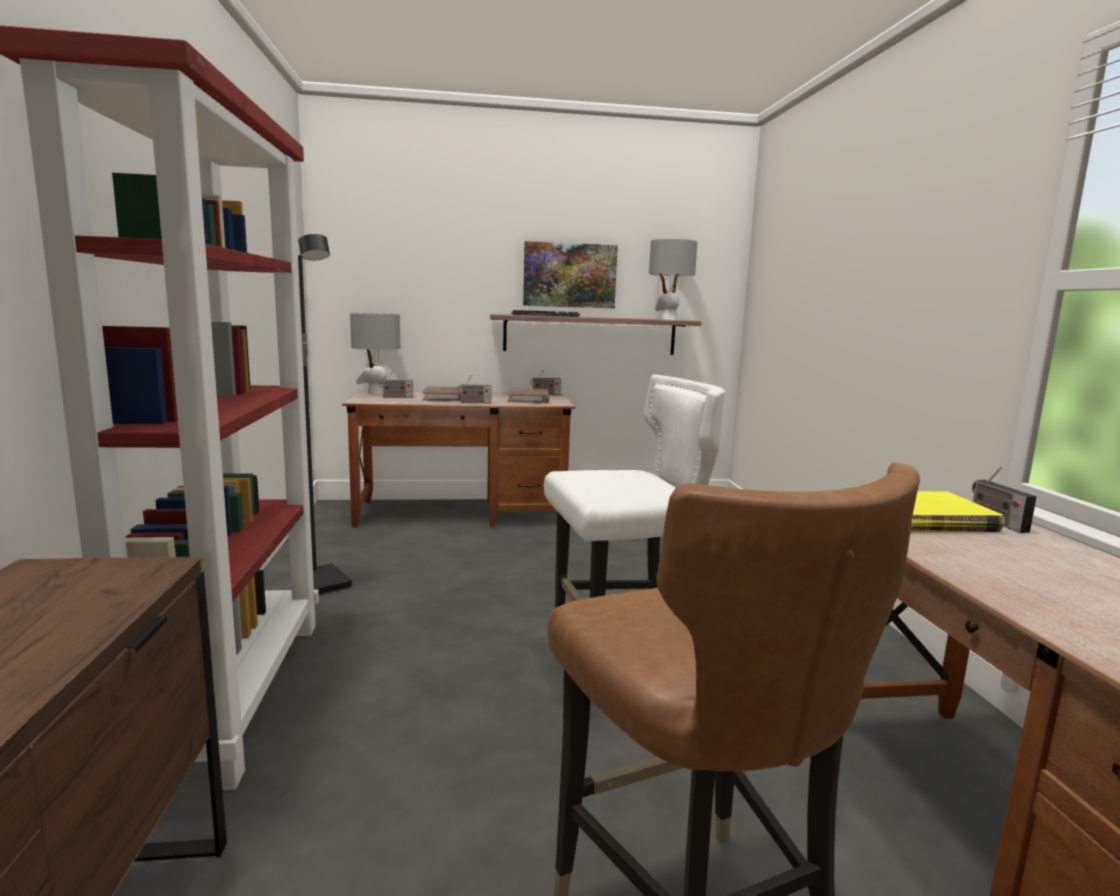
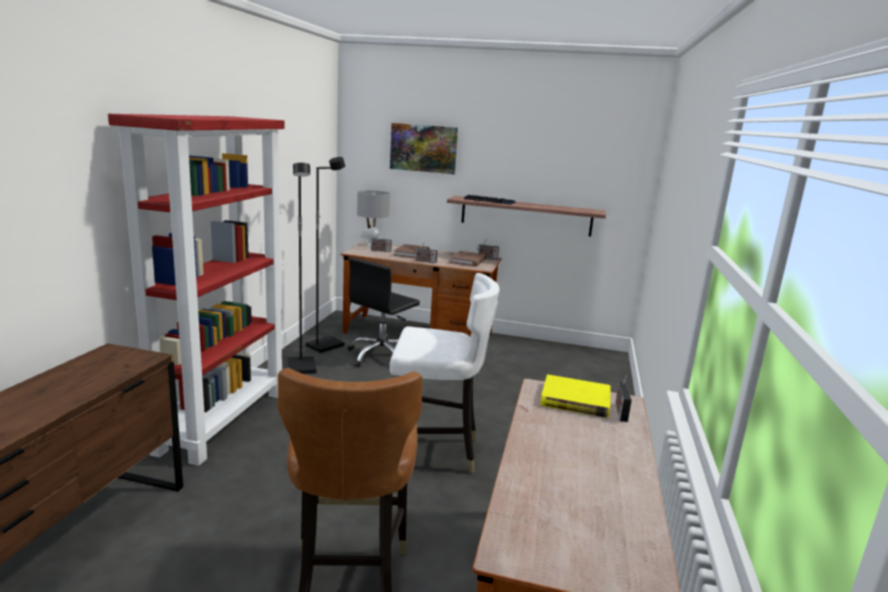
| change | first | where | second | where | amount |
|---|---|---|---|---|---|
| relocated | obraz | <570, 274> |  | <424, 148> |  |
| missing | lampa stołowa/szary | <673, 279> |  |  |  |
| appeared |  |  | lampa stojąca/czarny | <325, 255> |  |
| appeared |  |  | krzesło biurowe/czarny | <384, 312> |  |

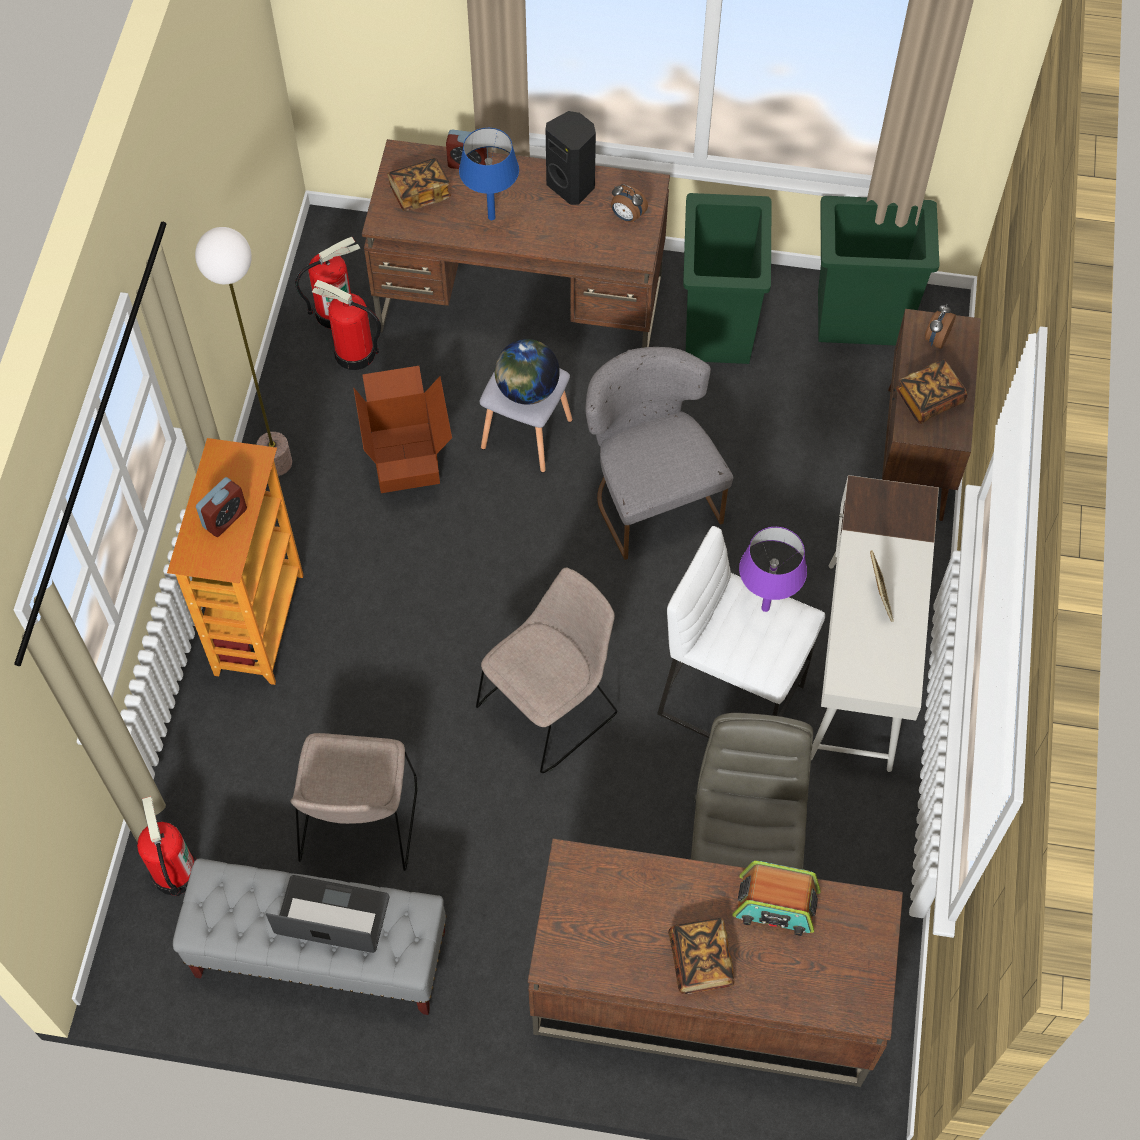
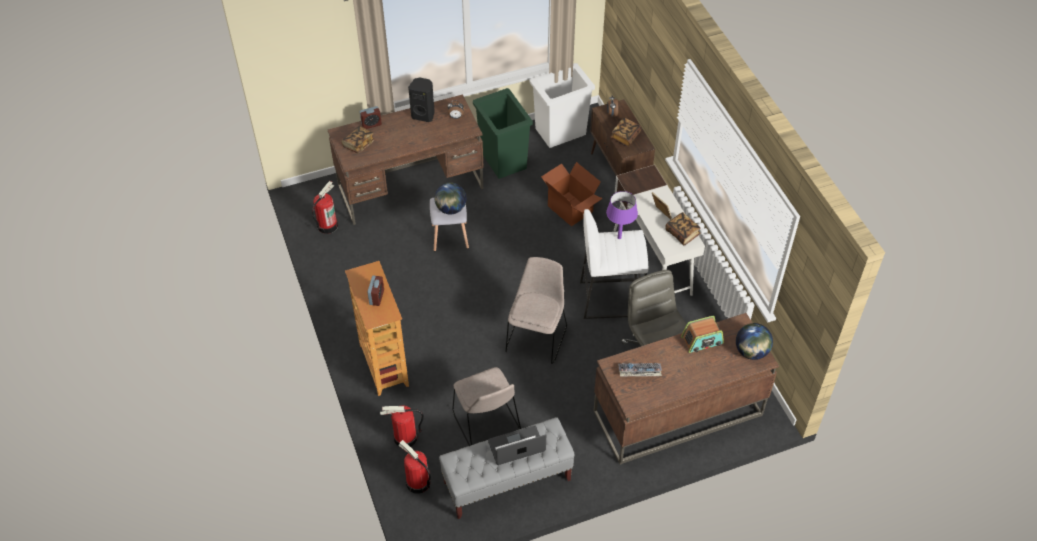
| change | first | where | second | where | amount |
|---|---|---|---|---|---|
| missing | lampa stojąca | <243, 351> |  |  |  |
| relocated | gaśnica | <346, 325> |  | <402, 426> |  |
| relocated | karton | <403, 429> |  | <572, 194> |  |
| missing | lampa stołowa/niebieski | <489, 174> |  |  |  |
| missing | krzesło/szary | <659, 453> |  |  |  |
| relocated | książka | <701, 956> |  | <683, 228> |  |
| colour | kosz na śmieci/zielony | <878, 271> | kosz na śmieci/biały | <562, 105> |  |
| appeared |  |  | klawiatura | <640, 370> |  |
| appeared |  |  | globus | <754, 341> |  |

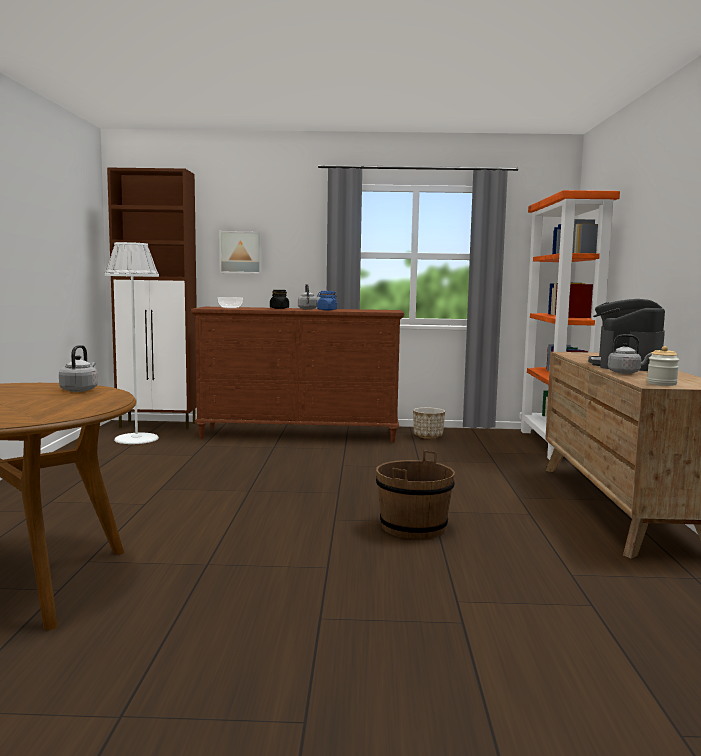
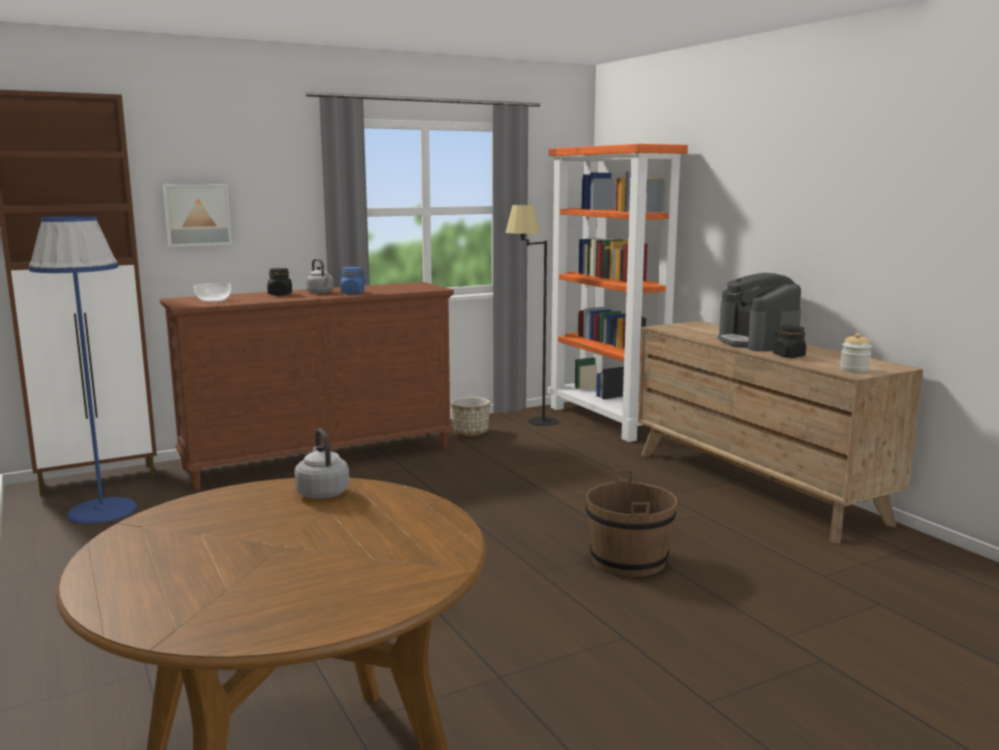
| change | first | where | second | where | amount |
|---|---|---|---|---|---|
| colour | lampa stojąca/biały | <132, 343> | lampa stojąca/niebieski | <83, 370> |  |
| exchanged | czajnik/szary | <630, 354> | słoik/czarny | <789, 341> |  |
| appeared |  |  | lampa stojąca/czarny | <532, 315> |  |

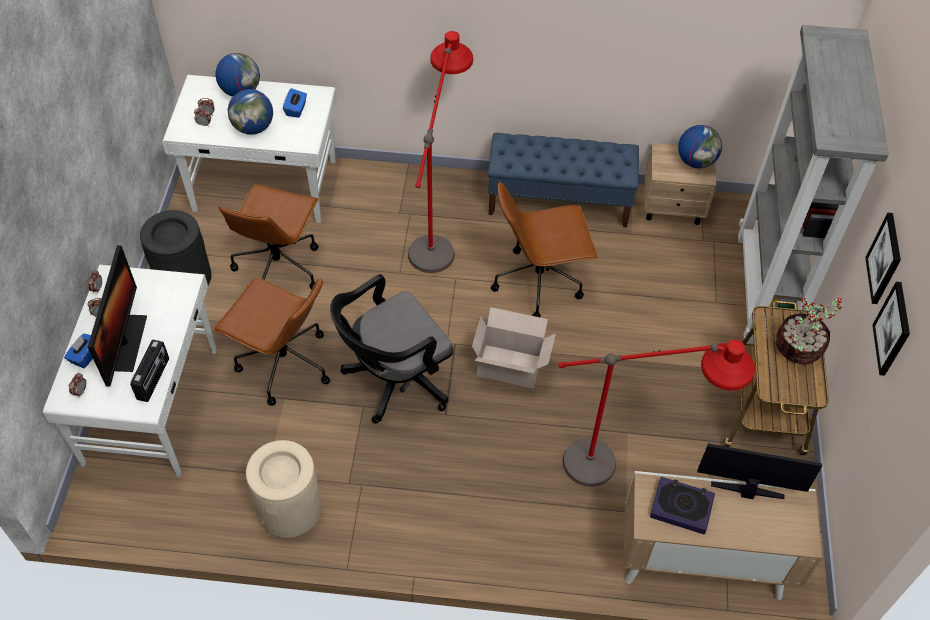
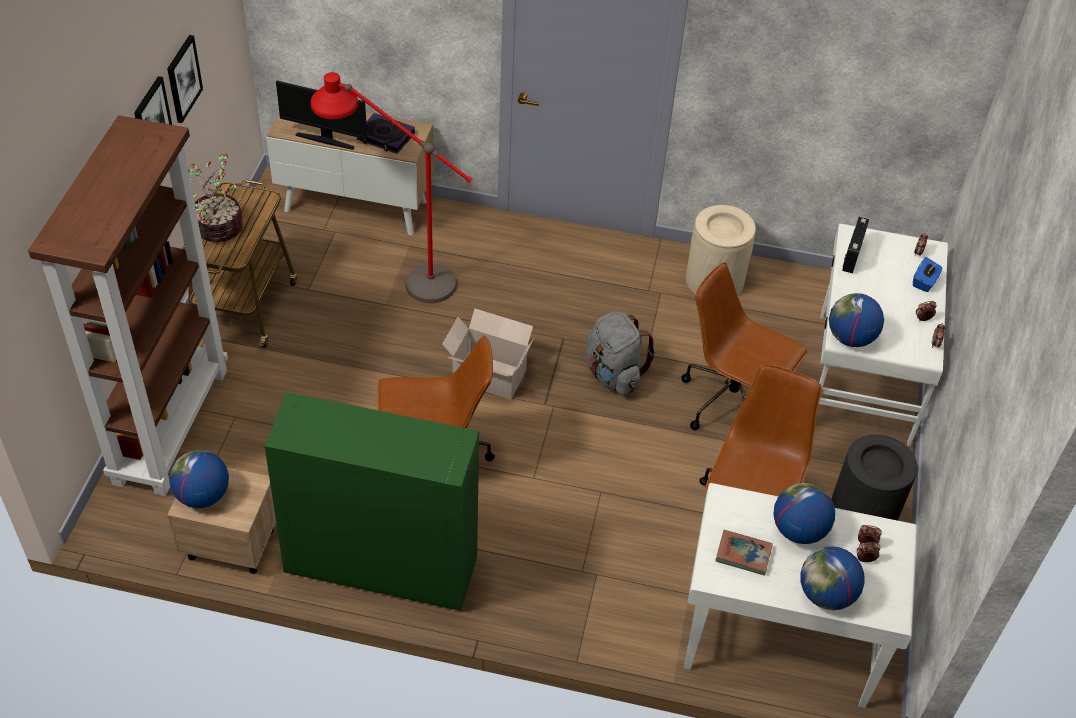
| change | first | where | second | where | amount |
|---|---|---|---|---|---|
| missing | monitor | <117, 316> |  |  |  |
| exchanged | pudełko chusteczek/niebieski | <295, 103> | książka | <744, 553> |  |
| exchanged | krzesło biurowe/czarny | <391, 349> | plecak/szary | <621, 354> |  |
| missing | lampa stojąca/czerwony | <440, 152> |  |  |  |
| exchanged | ławka/niebieski | <563, 180> | szafka/zielony | <372, 501> |  |
| colour | regał/szary | <813, 184> | regał/brązowy | <128, 305> |  |
| appeared |  |  | globus | <856, 320> |  |

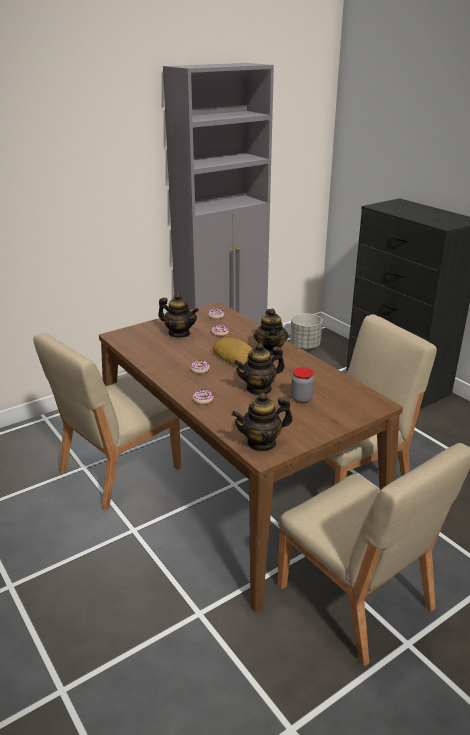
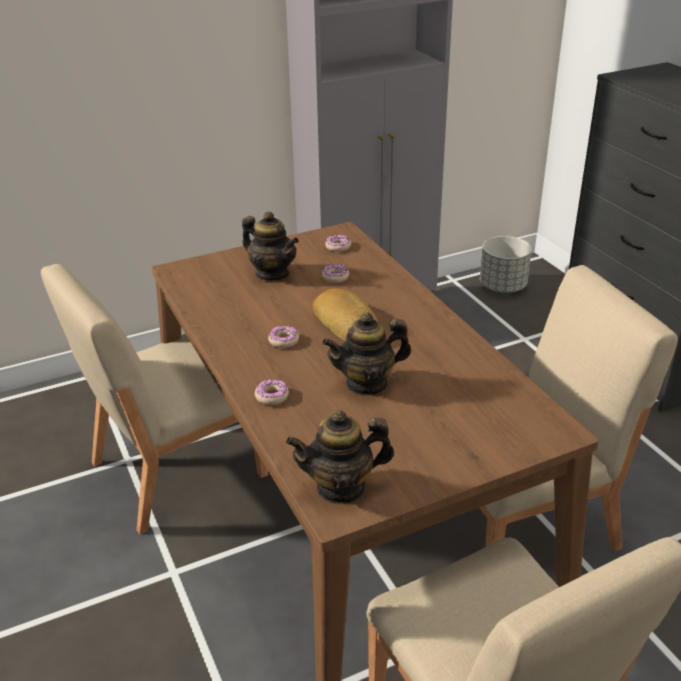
| change | first | where | second | where | amount |
|---|---|---|---|---|---|
| missing | imbryk | <271, 332> |  |  |  |
| missing | słoik | <302, 385> |  |  |  |

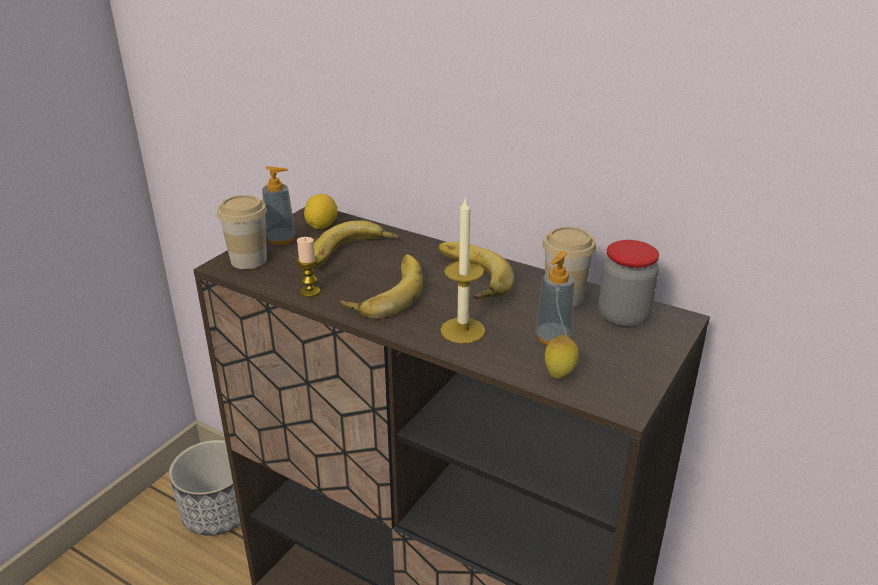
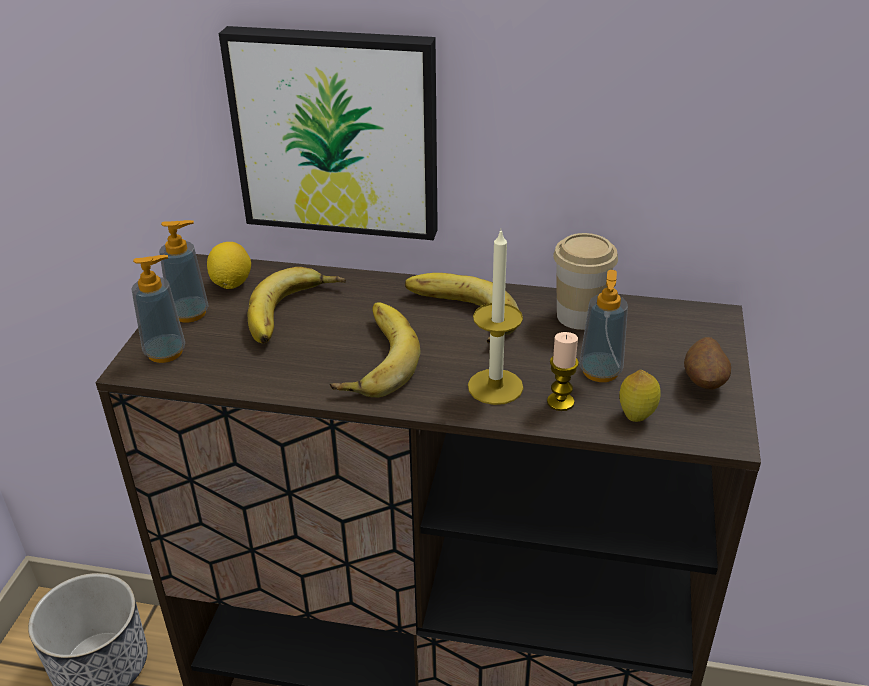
| change | first | where | second | where | amount |
|---|---|---|---|---|---|
| exchanged | filiżanka | <242, 232> | dozownik mydła | <158, 309> |  |
| relocated | świeca | <308, 267> |  | <563, 371> |  |
| missing | słoik | <629, 284> |  |  |  |
| appeared |  |  | obraz | <328, 133> |  |
| appeared |  |  | ziemniak | <707, 363> |  |

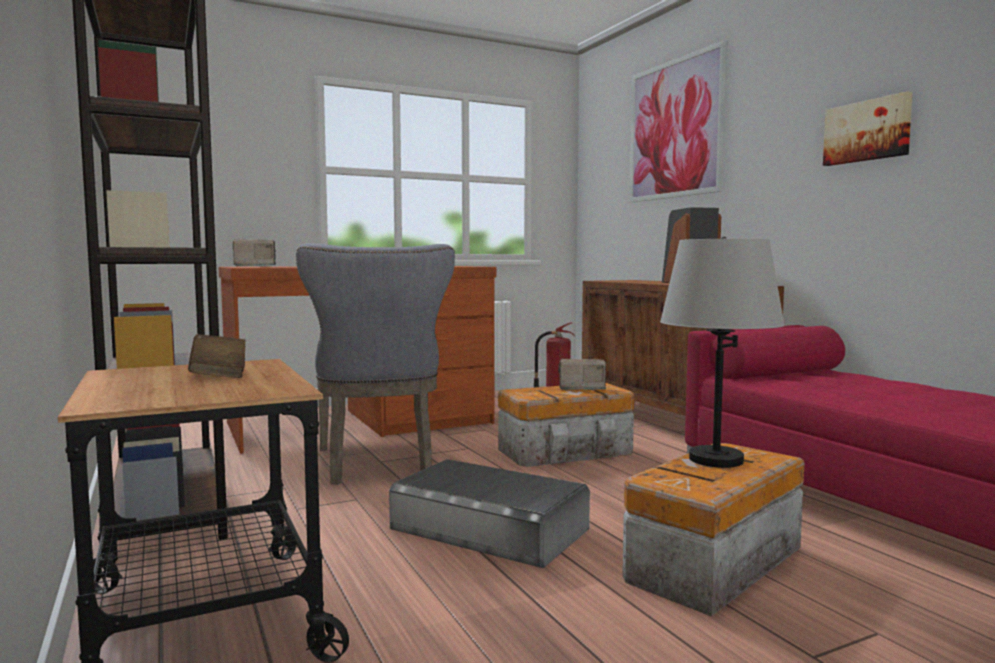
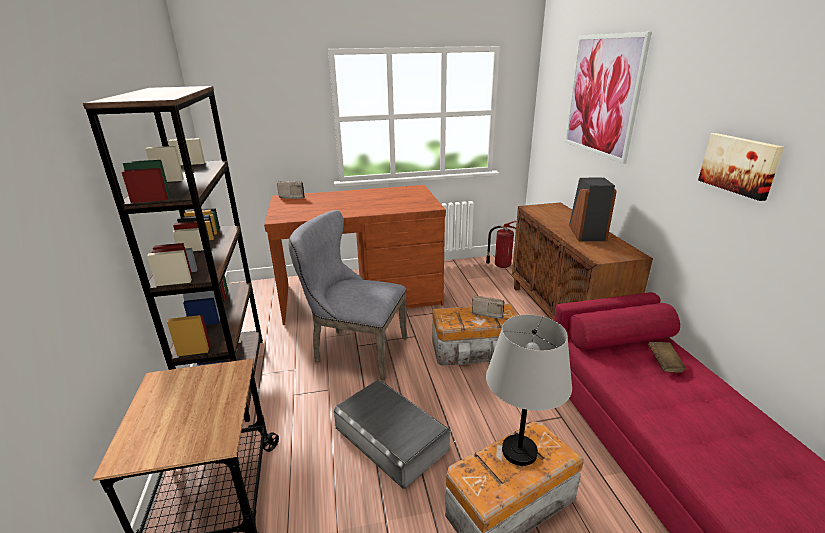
| change | first | where | second | where | amount |
|---|---|---|---|---|---|
| relocated | książka/brązowy | <216, 356> |  | <667, 357> |  |
| spun | krzesło/szary | <375, 364> |  | <348, 295> | 105 degrees clockwise |

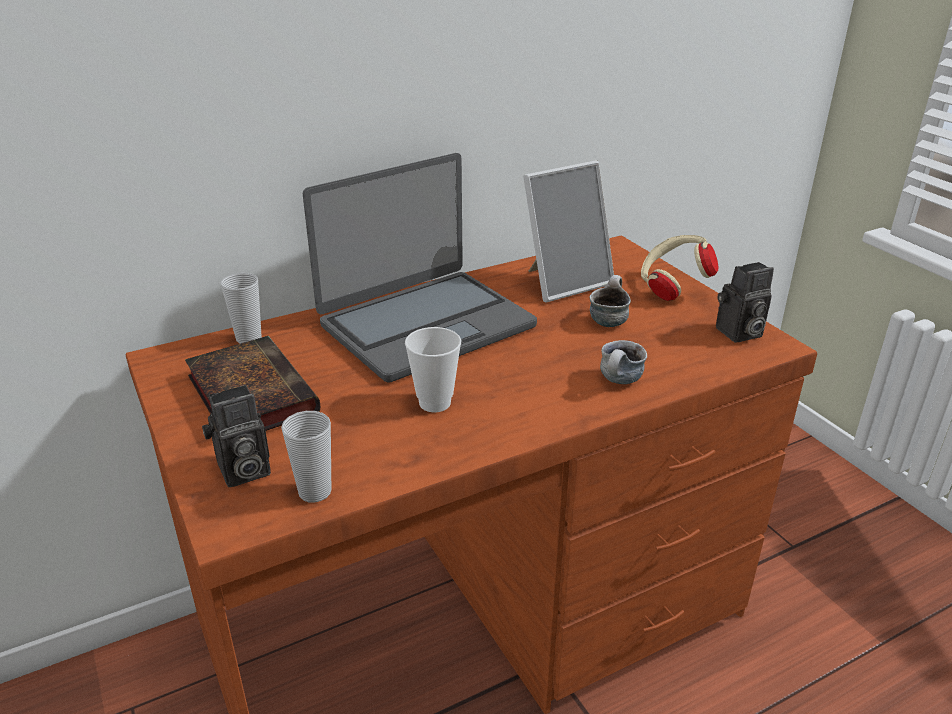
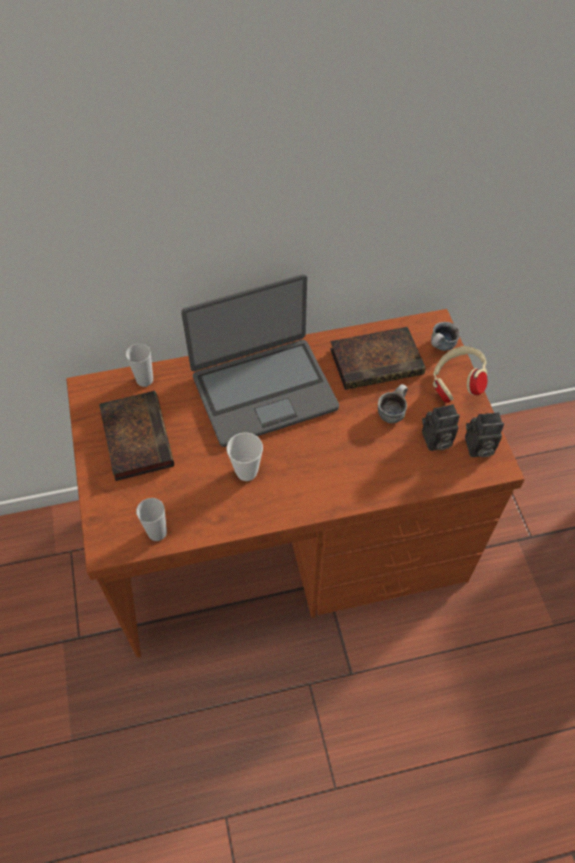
| change | first | where | second | where | amount |
|---|---|---|---|---|---|
| relocated | aparat fotograficzny | <236, 436> |  | <441, 427> |  |
| exchanged | ramka na zdjęcie | <568, 231> | książka | <377, 358> |  |
| relocated | kubek | <623, 362> |  | <445, 336> |  |

